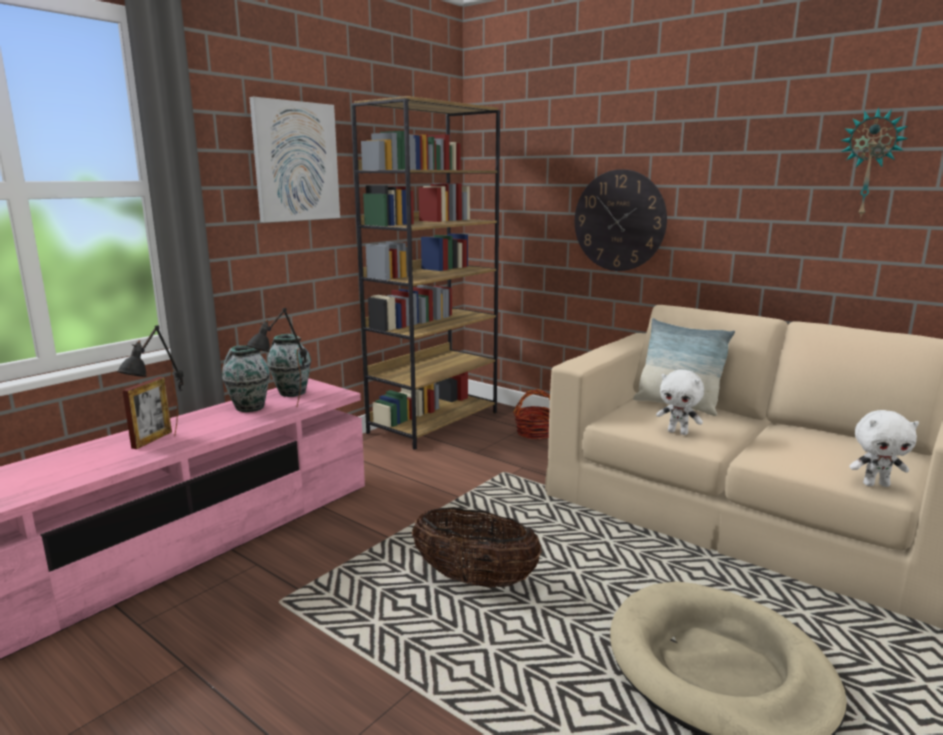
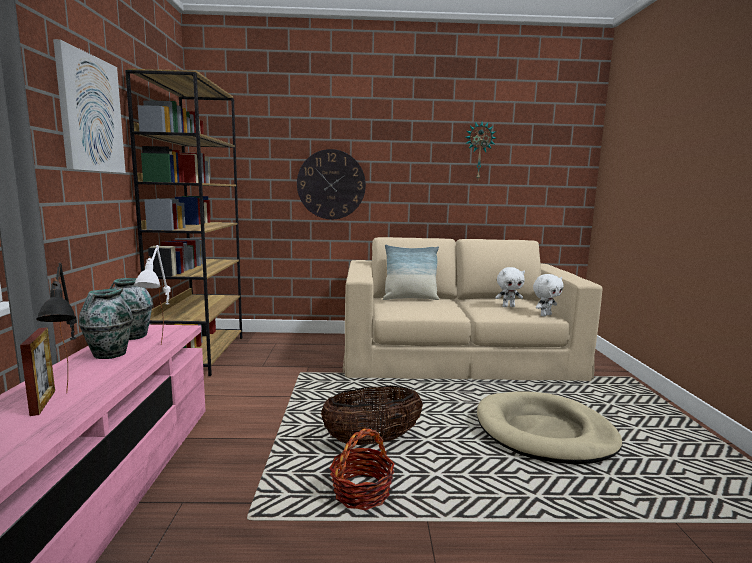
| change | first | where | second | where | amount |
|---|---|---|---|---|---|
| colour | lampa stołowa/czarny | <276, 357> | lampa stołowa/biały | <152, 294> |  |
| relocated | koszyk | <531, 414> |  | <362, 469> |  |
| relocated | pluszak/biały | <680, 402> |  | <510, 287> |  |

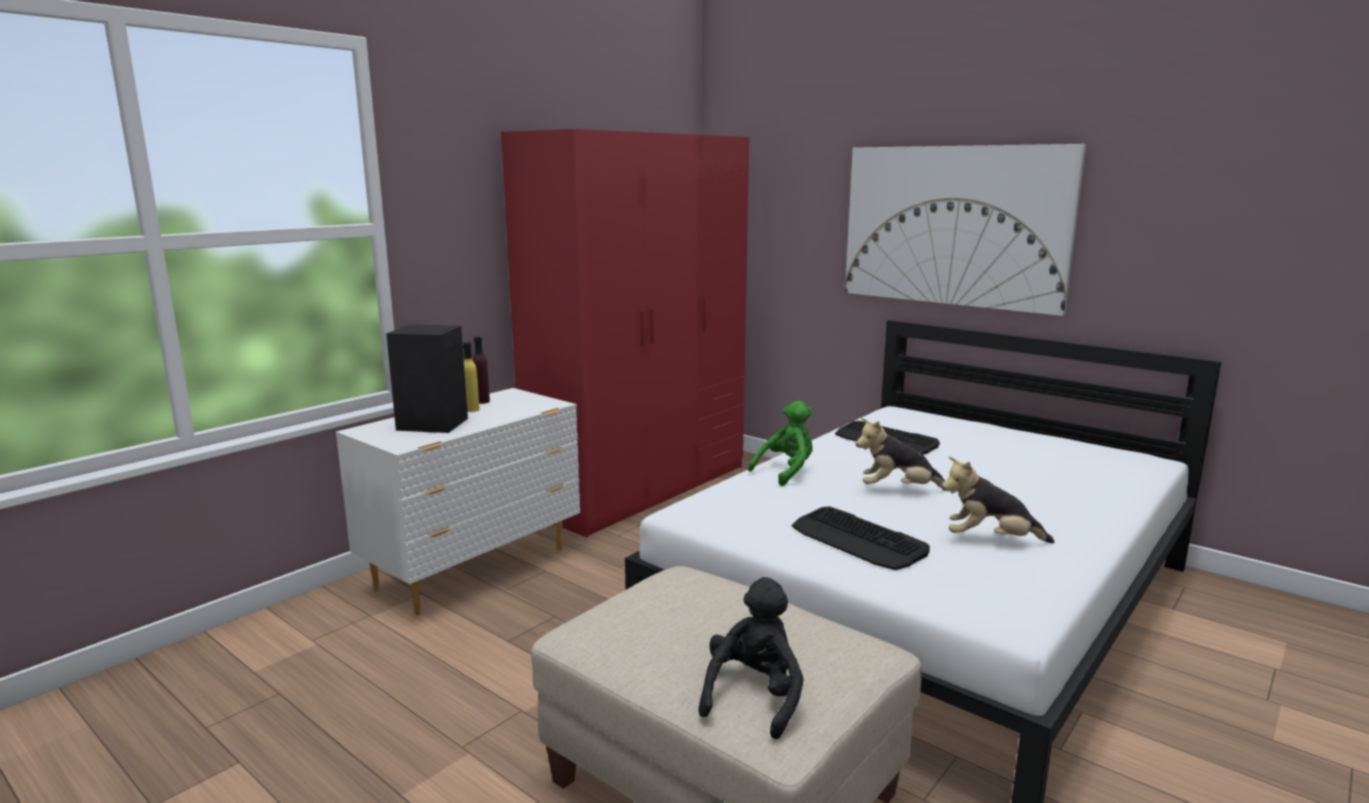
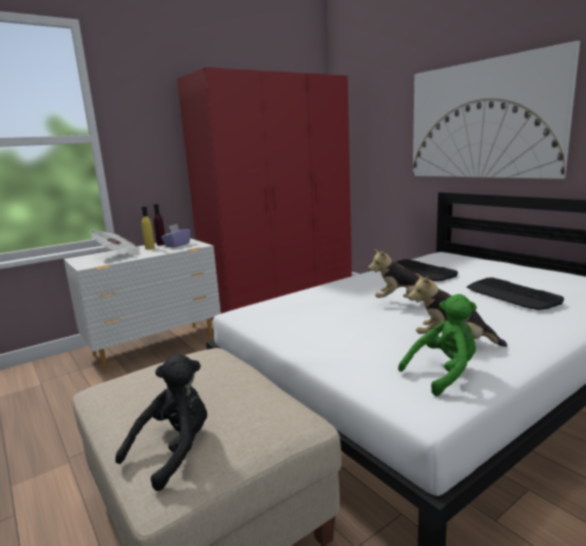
| change | first | where | second | where | amount |
|---|---|---|---|---|---|
| exchanged | głośnik/czarny | <427, 378> | gazeta | <115, 243> |  |
| relocated | pluszak/zielony | <780, 443> |  | <437, 345> |  |
| relocated | klawiatura | <861, 538> |  | <515, 293> |  |
| appeared |  |  | pudełko chusteczek/fioletowy | <176, 235> |  |

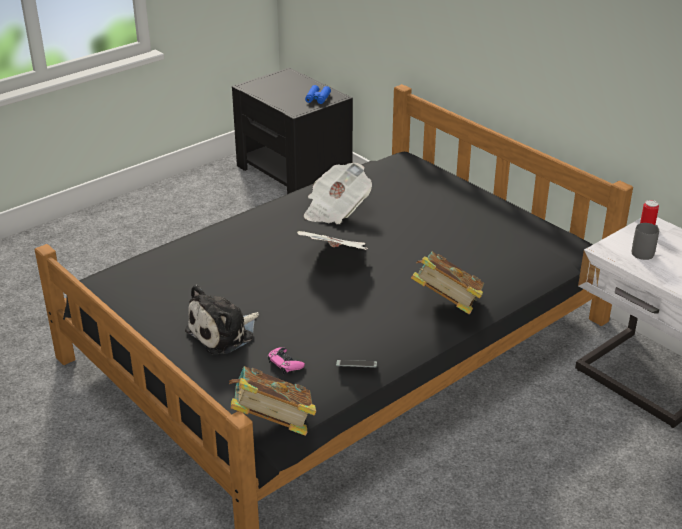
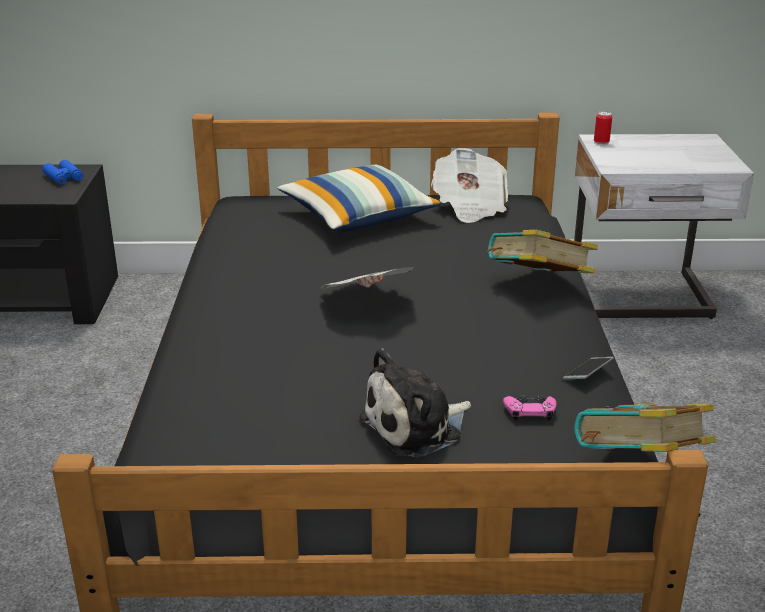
| change | first | where | second | where | amount |
|---|---|---|---|---|---|
| spun | pluszak | <222, 319> |  | <415, 402> | 60 degrees clockwise |
| relocated | gazeta | <338, 193> |  | <469, 185> |  |
| missing | kubek/szary | <645, 241> |  |  |  |
| appeared |  |  | poduszka | <359, 198> |  |

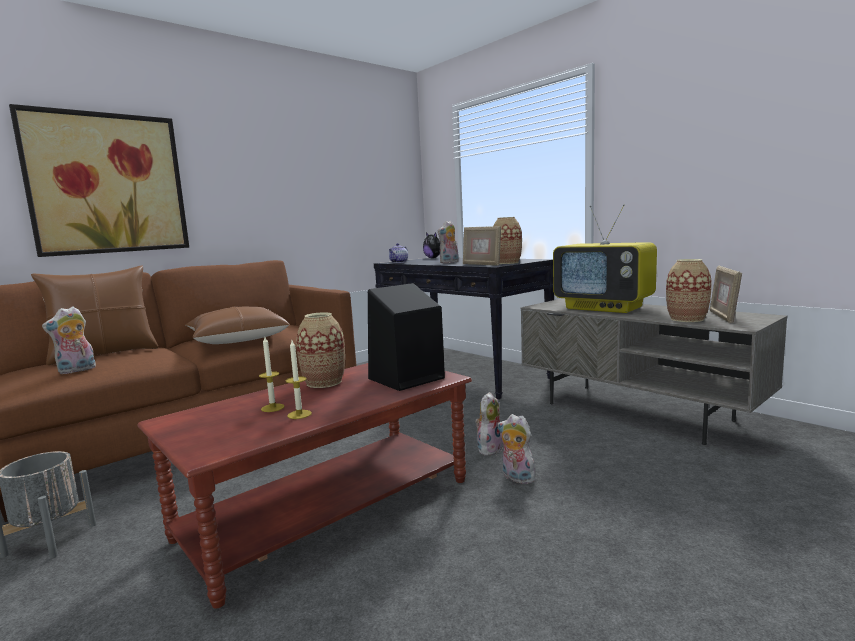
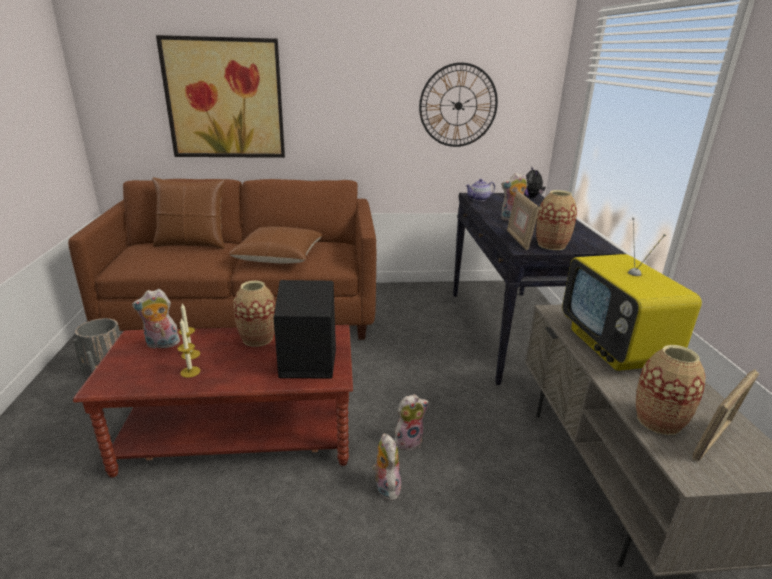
| change | first | where | second | where | amount |
|---|---|---|---|---|---|
| relocated | pluszak | <69, 340> |  | <156, 319> |  |
| appeared |  |  | zegar ścienny | <458, 104> |  |

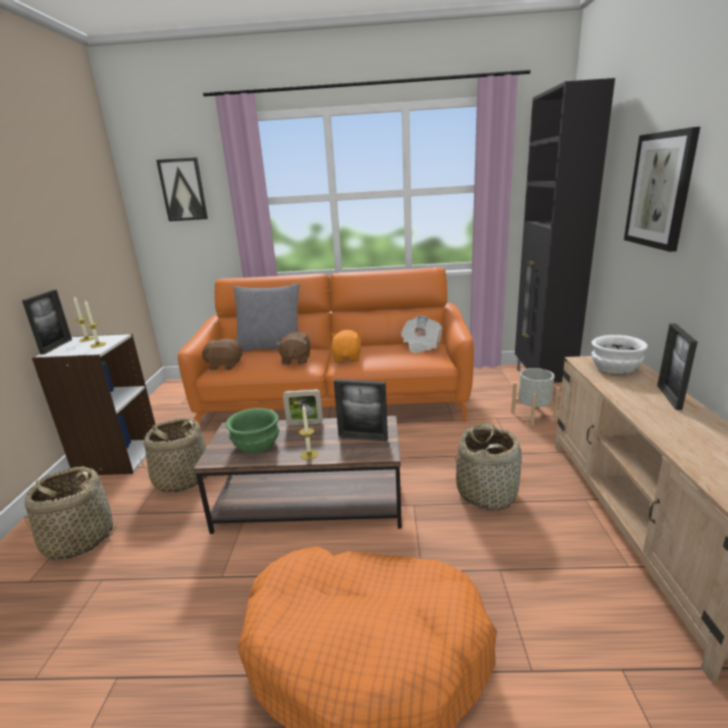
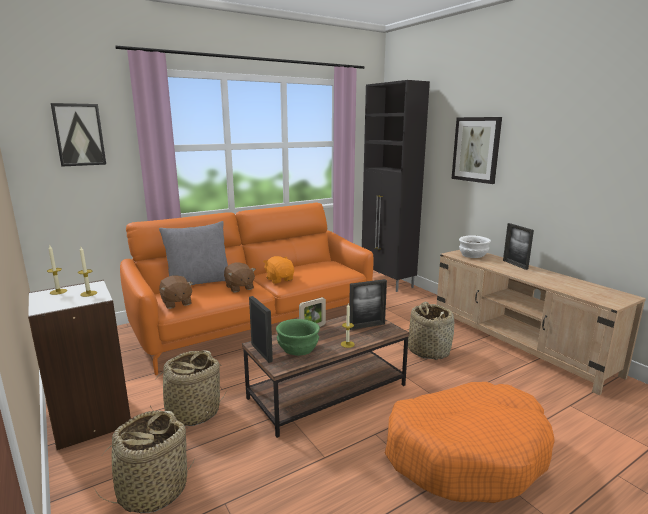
| change | first | where | second | where | amount |
|---|---|---|---|---|---|
| relocated | ramka na zdjęcie | <47, 322> |  | <261, 329> |  |
| spun | pluszak/brązowy | <222, 354> |  | <176, 292> | 90 degrees counterclockwise |
| missing | gazeta | <421, 334> |  |  |  |
| missing | donica/szary | <535, 397> |  |  |  |

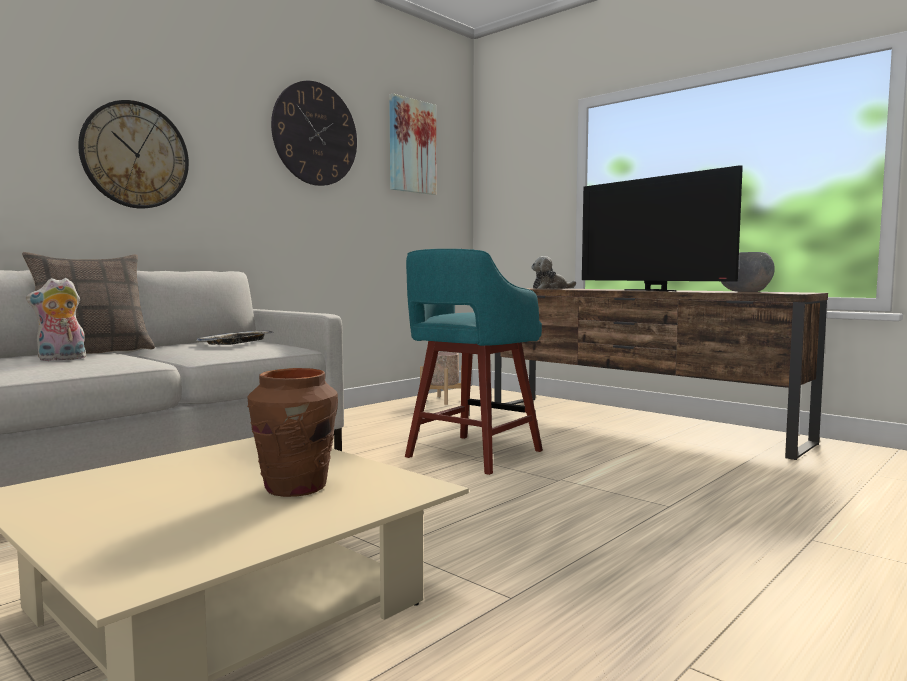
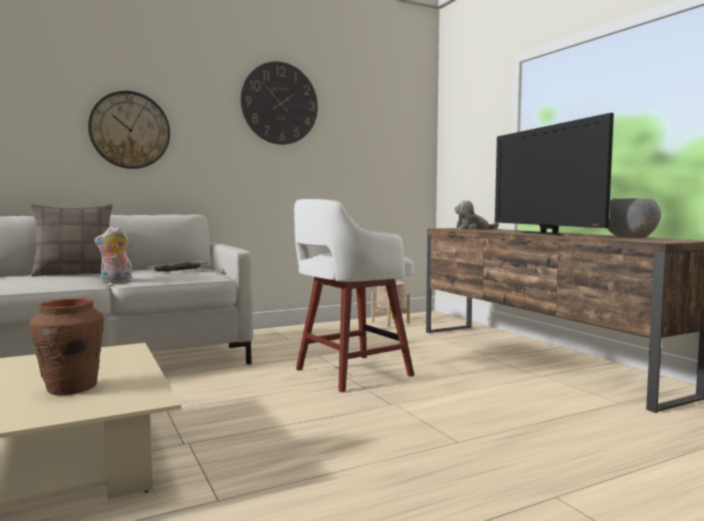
| change | first | where | second | where | amount |
|---|---|---|---|---|---|
| relocated | pluszak | <56, 319> |  | <114, 254> |  |
| missing | obraz | <412, 144> |  |  |  |
| colour | stołek/turkusowy | <474, 362> | stołek/biały | <354, 295> |  |

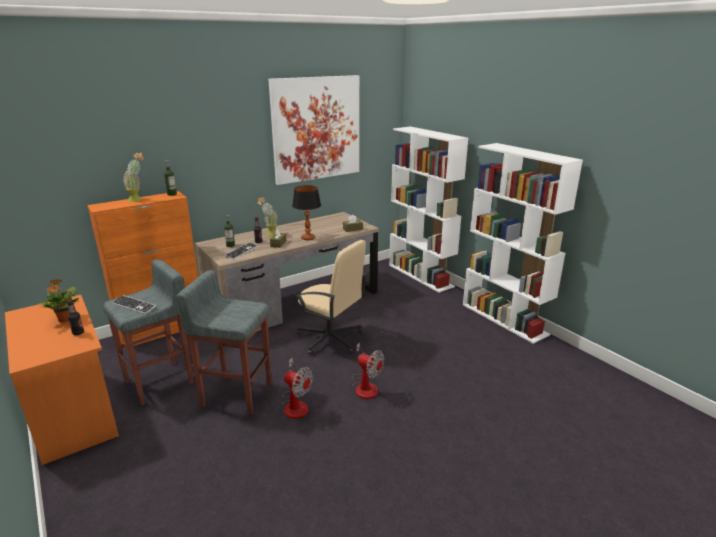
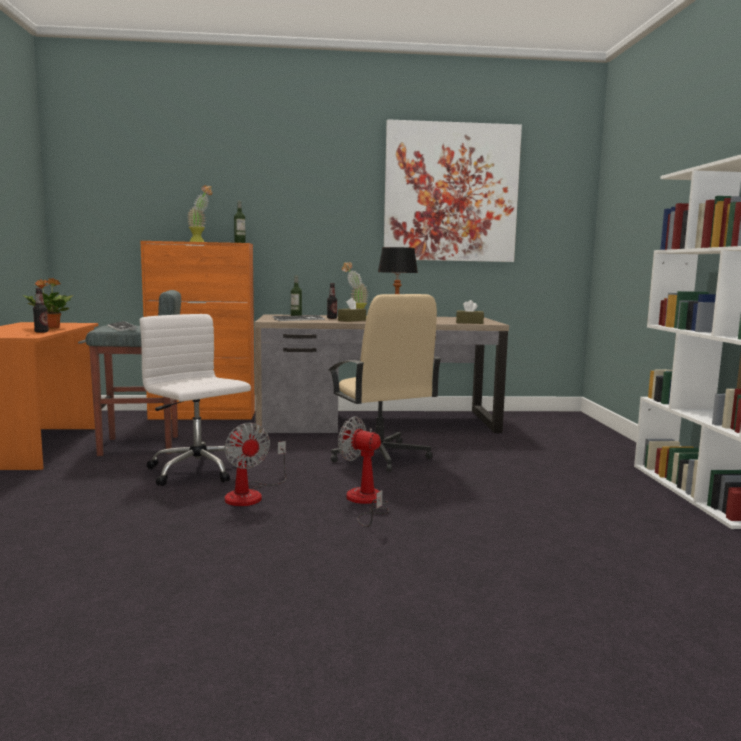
| change | first | where | second | where | amount |
|---|---|---|---|---|---|
| exchanged | stołek/szary | <224, 342> | krzesło biurowe/biały | <195, 400> |  |
| spun | wentylator | <368, 370> |  | <363, 471> | 150 degrees clockwise |
| missing | regał/biały | <428, 209> |  |  |  |

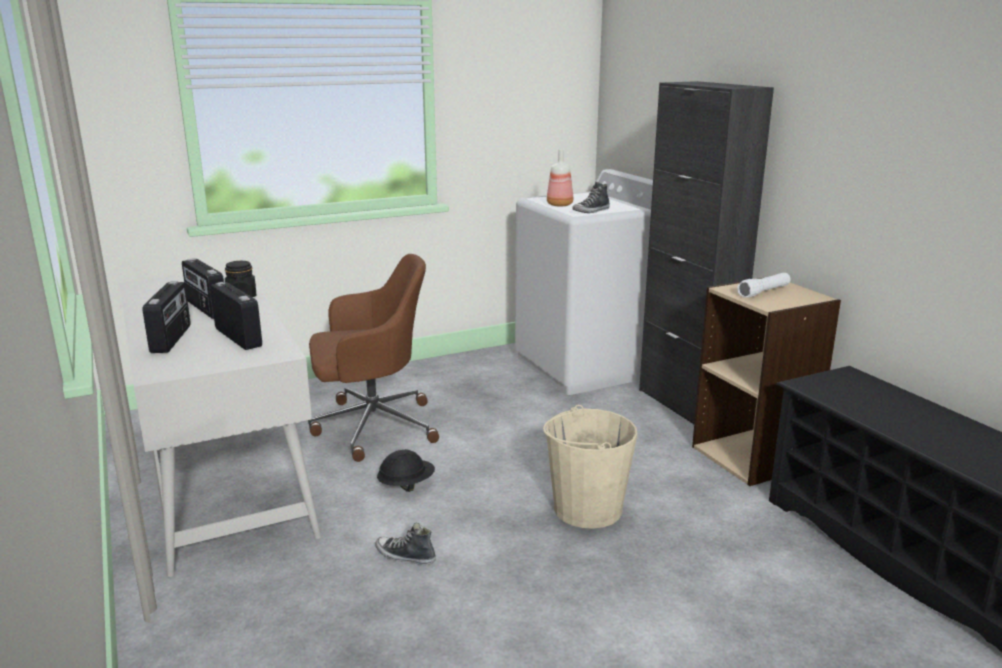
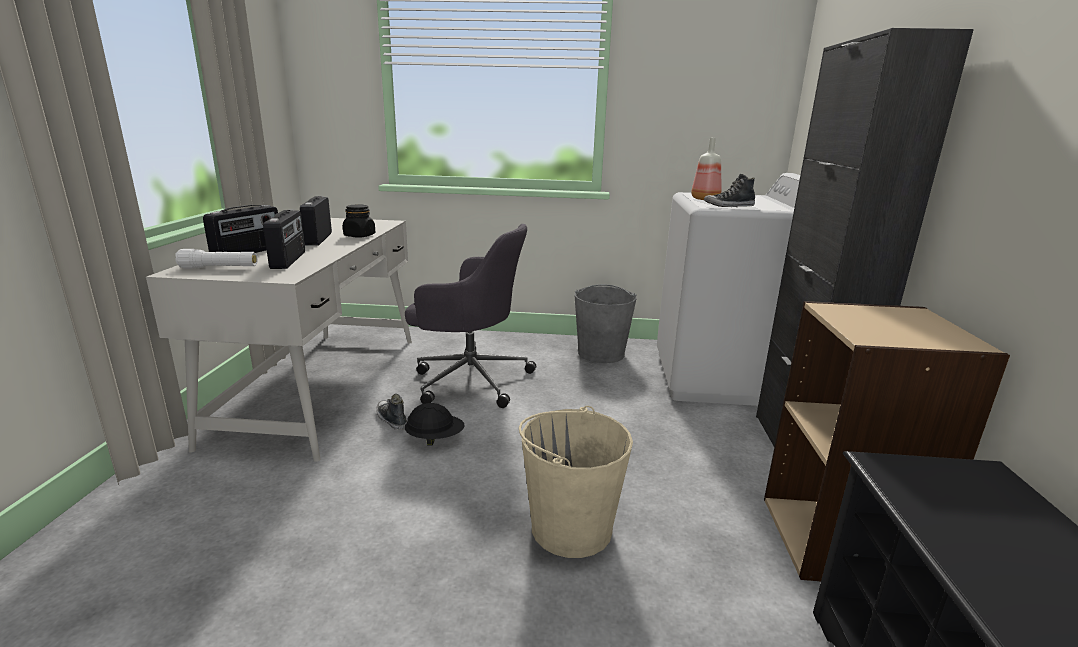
| change | first | where | second | where | amount |
|---|---|---|---|---|---|
| colour | krzesło biurowe/brązowy | <373, 358> | krzesło biurowe/szary | <470, 316> |  |
| relocated | but | <406, 544> |  | <391, 412> |  |
| relocated | latarka/biały | <764, 285> |  | <216, 259> |  |
| appeared |  |  | wiadro/szary | <605, 323> |  |

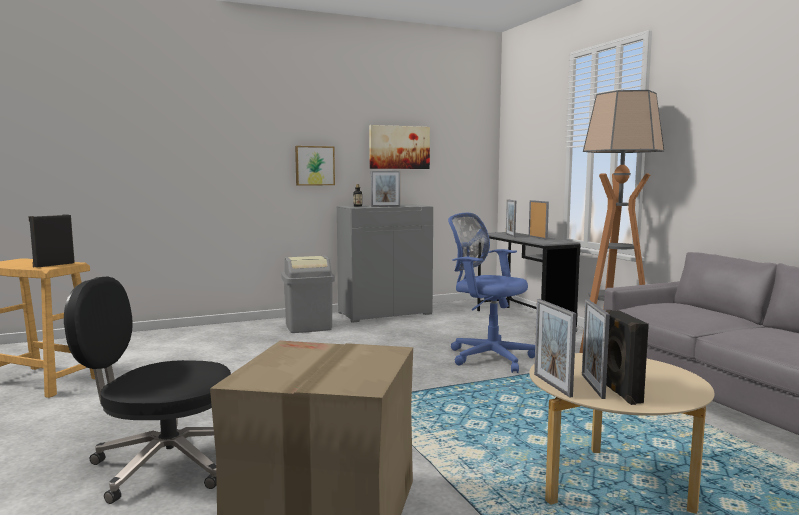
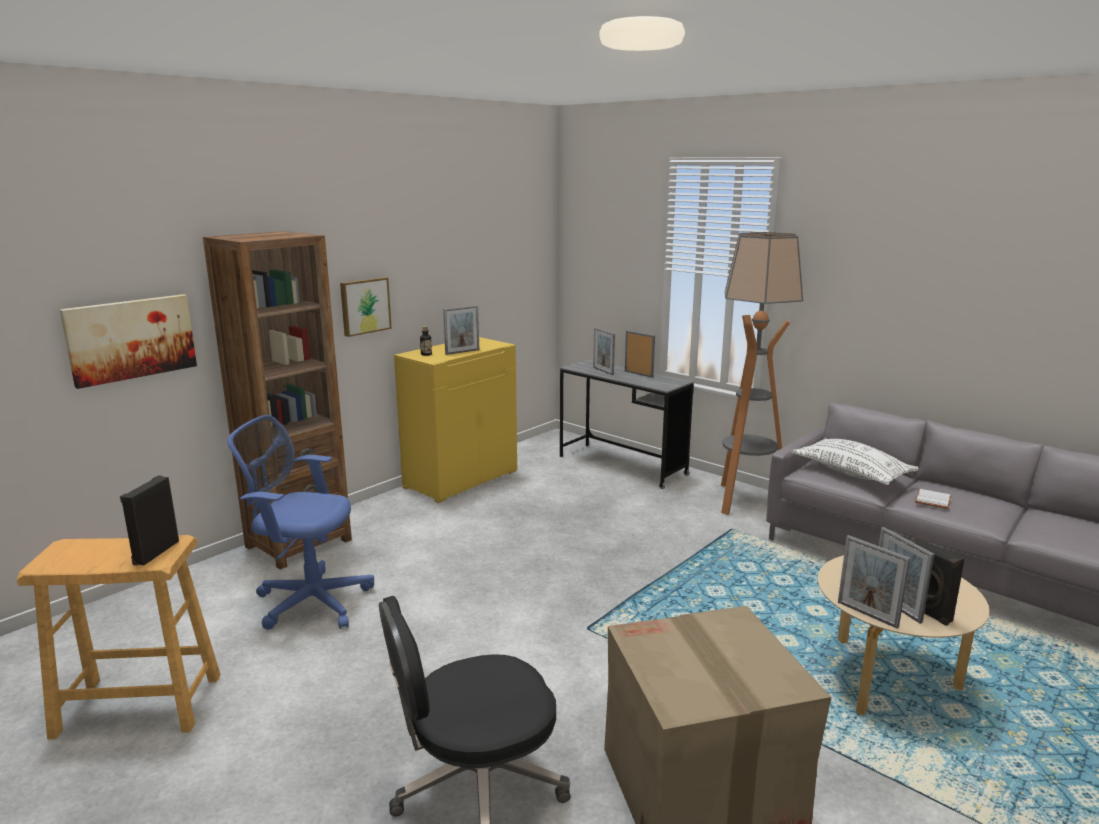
| change | first | where | second | where | amount |
|---|---|---|---|---|---|
| missing | kosz na śmieci/szary | <308, 294> |  |  |  |
| colour | szafka/szary | <385, 263> | szafka/żółty | <455, 420> |  |
| relocated | obraz | <399, 147> |  | <128, 341> |  |
| relocated | krzesło biurowe/niebieski | <491, 293> |  | <300, 522> |  |
| appeared |  |  | regał/brązowy | <277, 400> |  |
| appeared |  |  | poduszka/biały | <855, 461> |  |
| appeared |  |  | książka/biały | <933, 499> |  |

